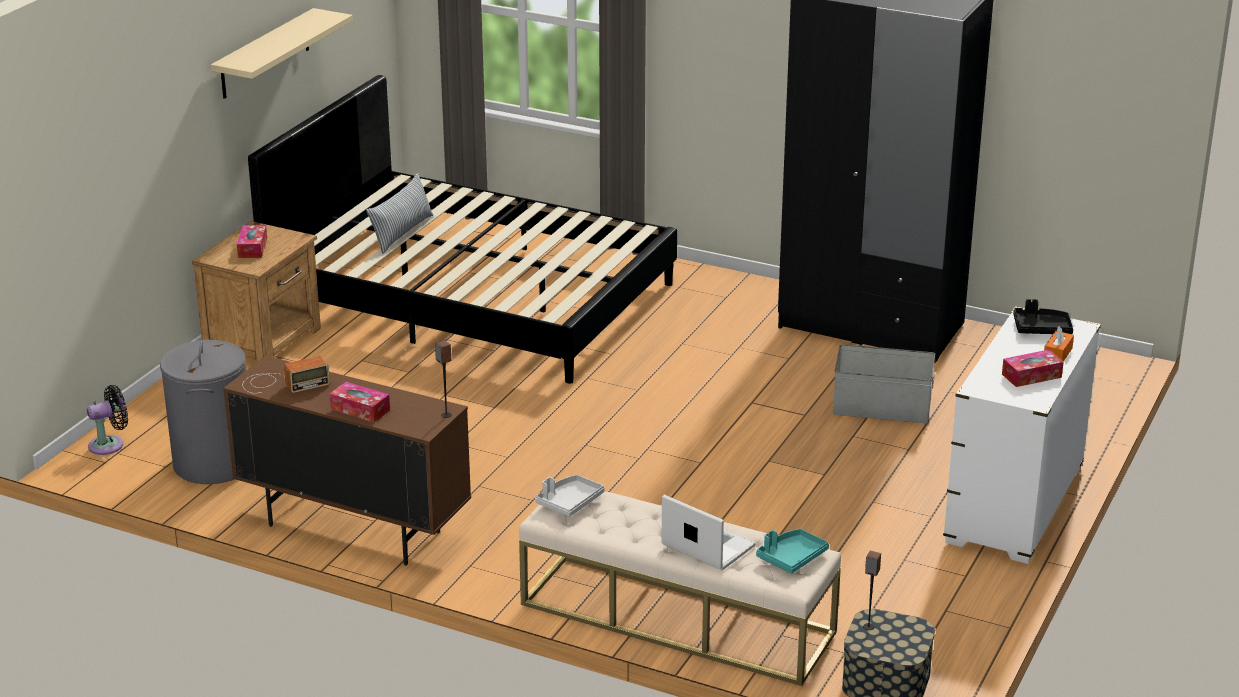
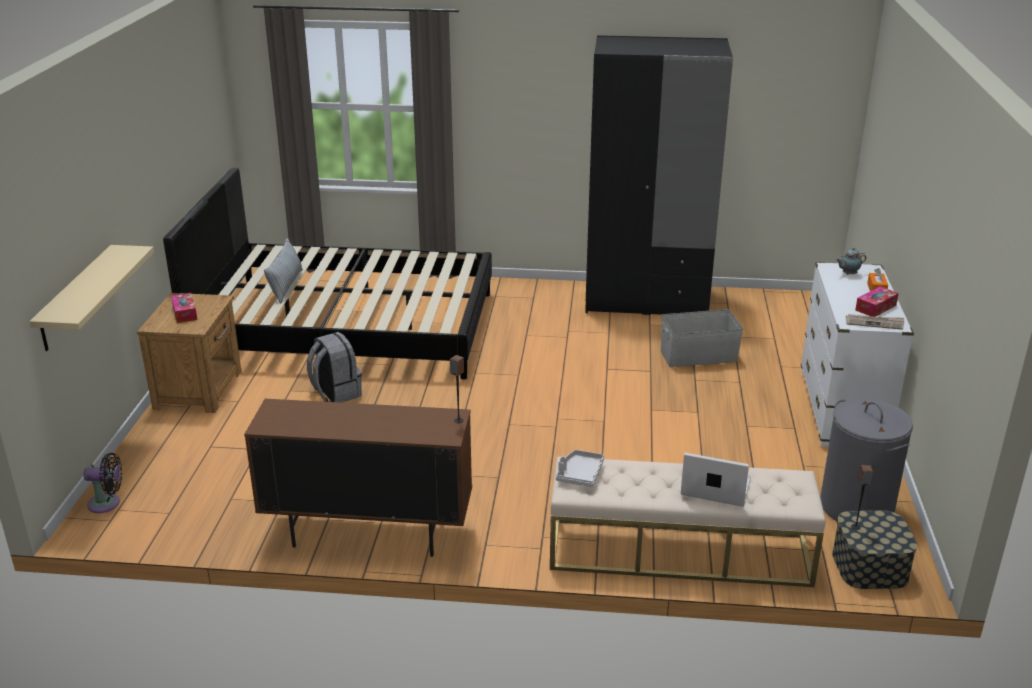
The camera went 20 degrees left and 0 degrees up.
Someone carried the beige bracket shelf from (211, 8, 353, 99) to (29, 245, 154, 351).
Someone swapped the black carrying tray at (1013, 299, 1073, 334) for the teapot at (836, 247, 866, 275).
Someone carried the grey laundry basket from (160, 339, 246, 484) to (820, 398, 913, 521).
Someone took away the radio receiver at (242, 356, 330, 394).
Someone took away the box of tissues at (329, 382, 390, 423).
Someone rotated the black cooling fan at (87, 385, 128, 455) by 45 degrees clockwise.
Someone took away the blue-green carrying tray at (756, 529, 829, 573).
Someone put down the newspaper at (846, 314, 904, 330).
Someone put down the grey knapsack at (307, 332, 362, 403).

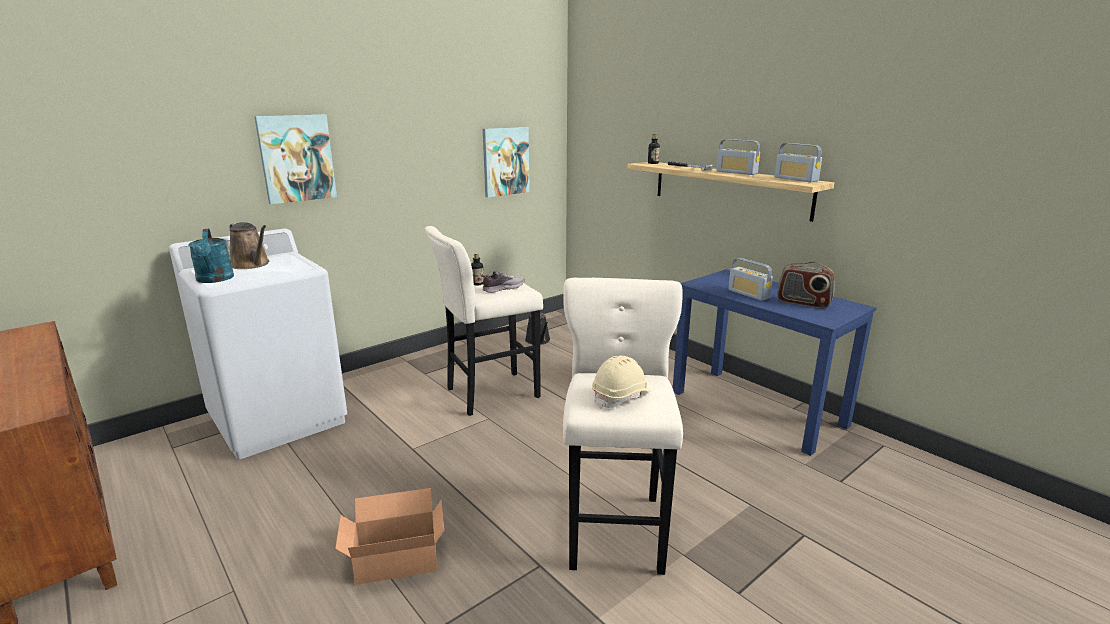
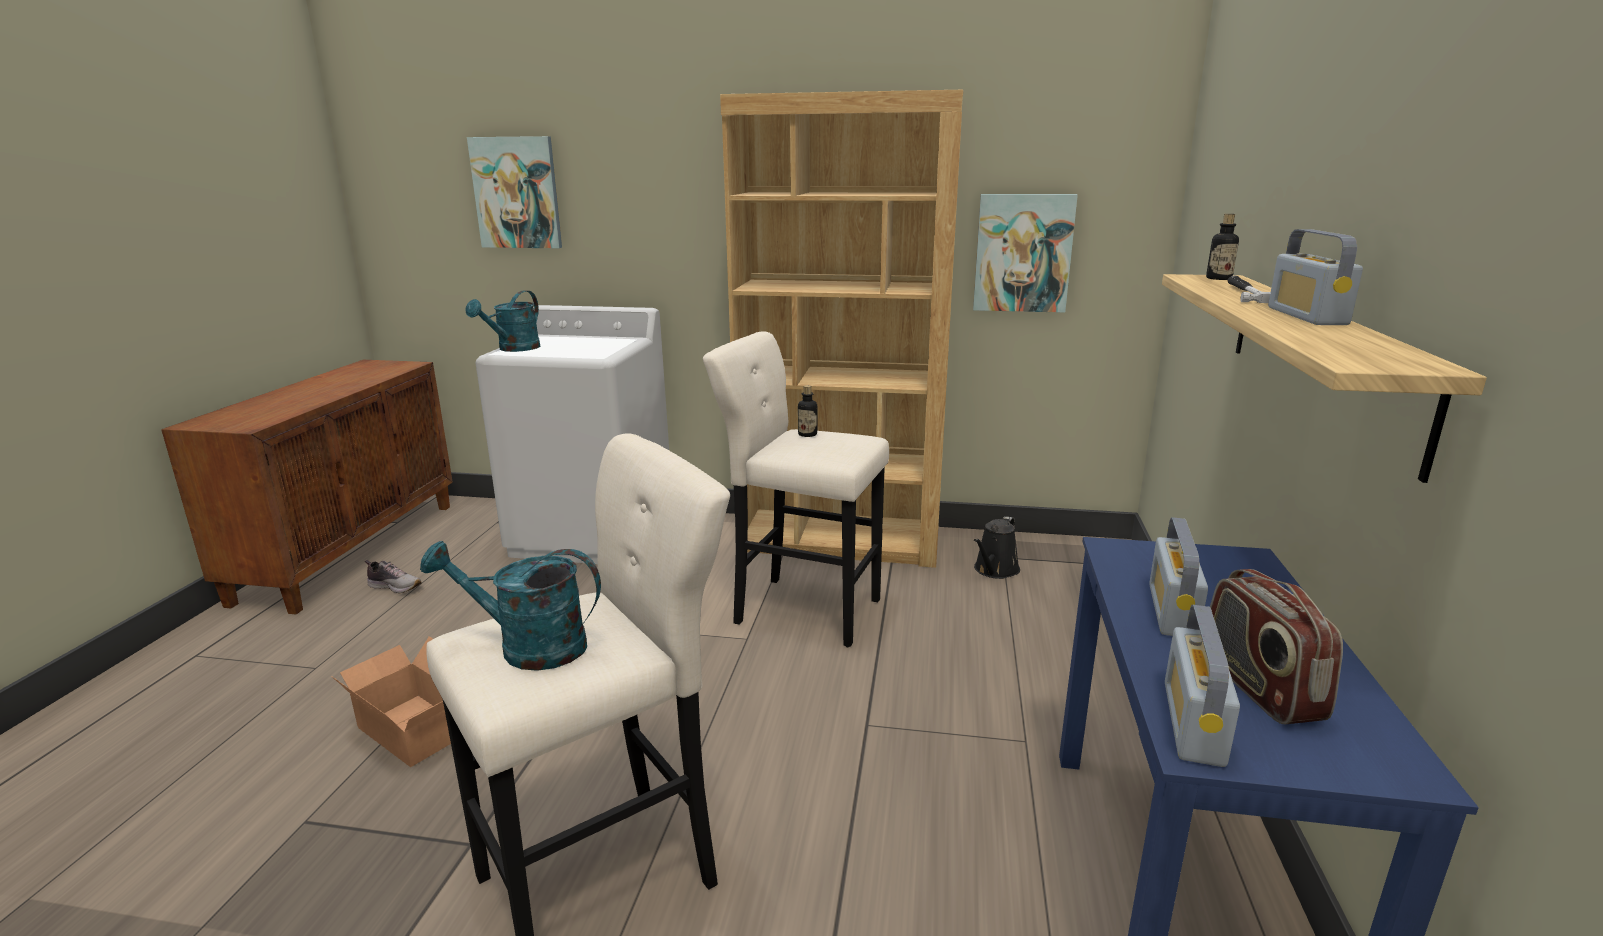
The camera went 50 degrees right and 0 degrees up.
Someone carried the picture from (254, 114, 337, 204) to (467, 136, 562, 248).
Someone carried the radio receiver from (775, 143, 822, 182) to (1165, 605, 1240, 767).
Someone took away the brownish watering pot at (229, 222, 270, 269).
Someone carried the shoe from (481, 271, 525, 293) to (365, 560, 422, 593).
Someone swapped the beige work helmet at (592, 356, 651, 409) for the blue-green watering pot at (420, 541, 601, 671).
Someone put down the brownish bookcase at (720, 90, 963, 568).

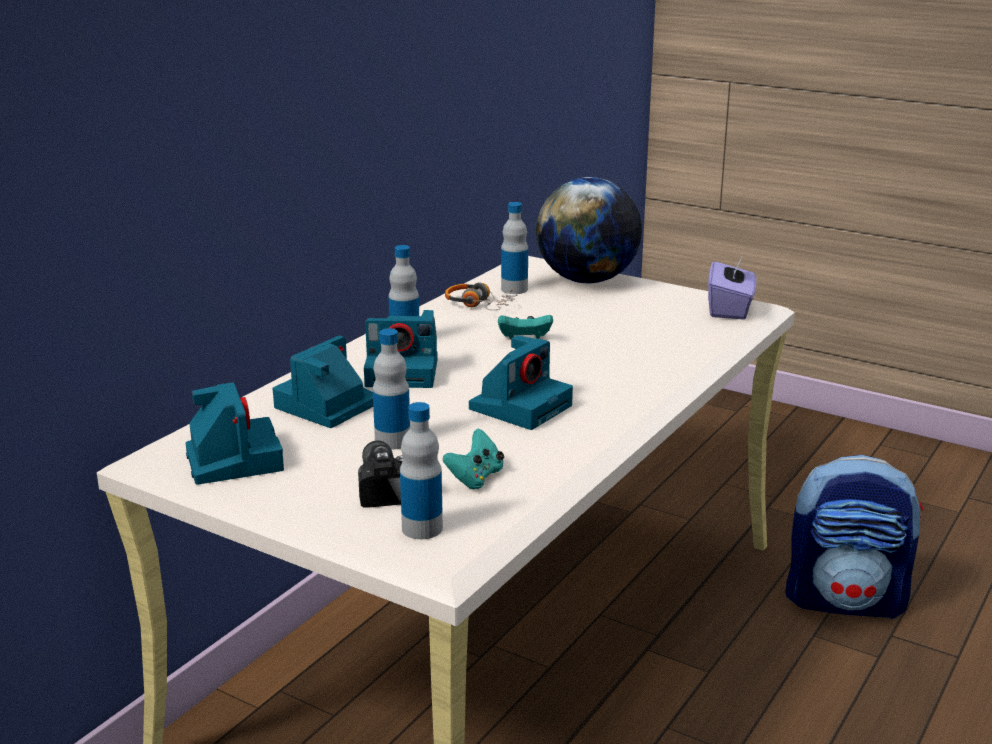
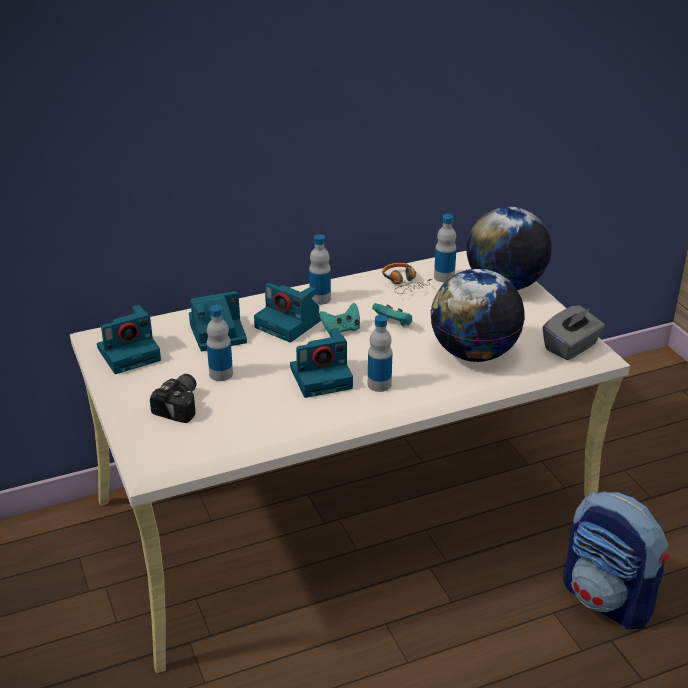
The camera went 35 degrees right and 10 degrees up.
Someone repainted the purple-coloured box of tissues at (708, 255, 757, 320), which became the grey box of tissues at (543, 305, 605, 360).
Someone rotated the photo camera at (186, 382, 284, 485) by 45 degrees clockwise.
Someone carried the drink bottle from (400, 402, 443, 539) to (368, 315, 392, 392).
Someone carried the blue-green joypad from (443, 428, 504, 489) to (319, 303, 360, 334).
Someone put down the globe at (430, 269, 525, 362).

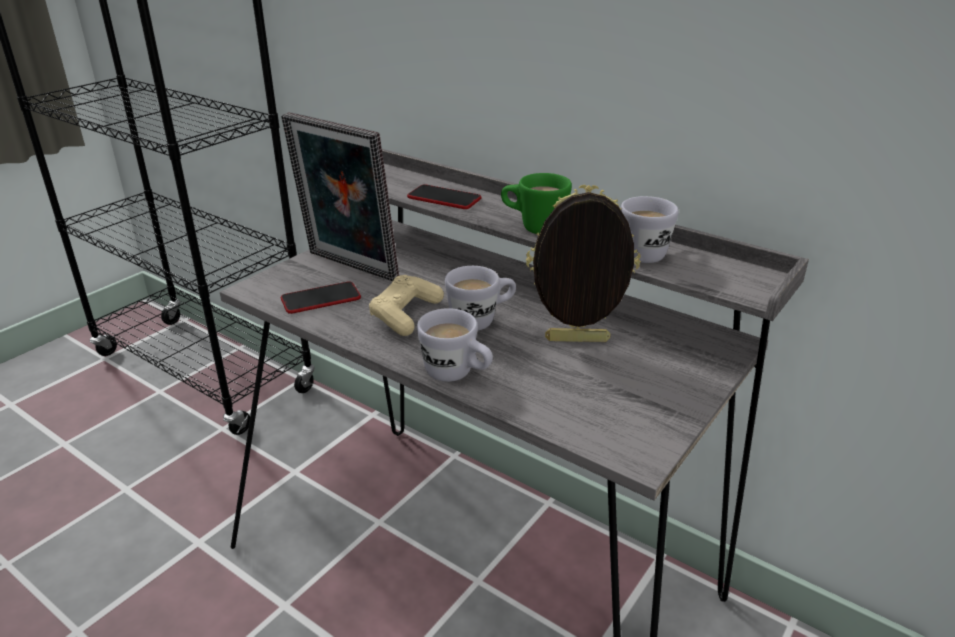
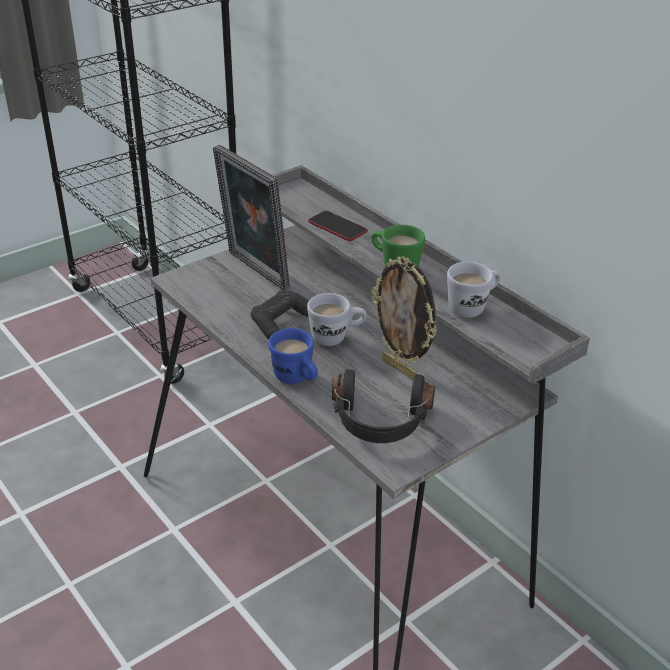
The camera went 15 degrees right and 5 degrees up.
Someone rotated the picture frame at (526, 185, 641, 342) by 150 degrees counterclockwise.
Someone repainted the beige joypad at (369, 275, 444, 336), which became the black joypad at (251, 289, 309, 339).
Someone took away the telephone at (281, 281, 361, 314).
Someone repainted the white coffee mug at (417, 308, 493, 382), which became the blue coffee mug at (268, 328, 318, 384).
Someone put down the black pair of headphones at (332, 369, 435, 443).

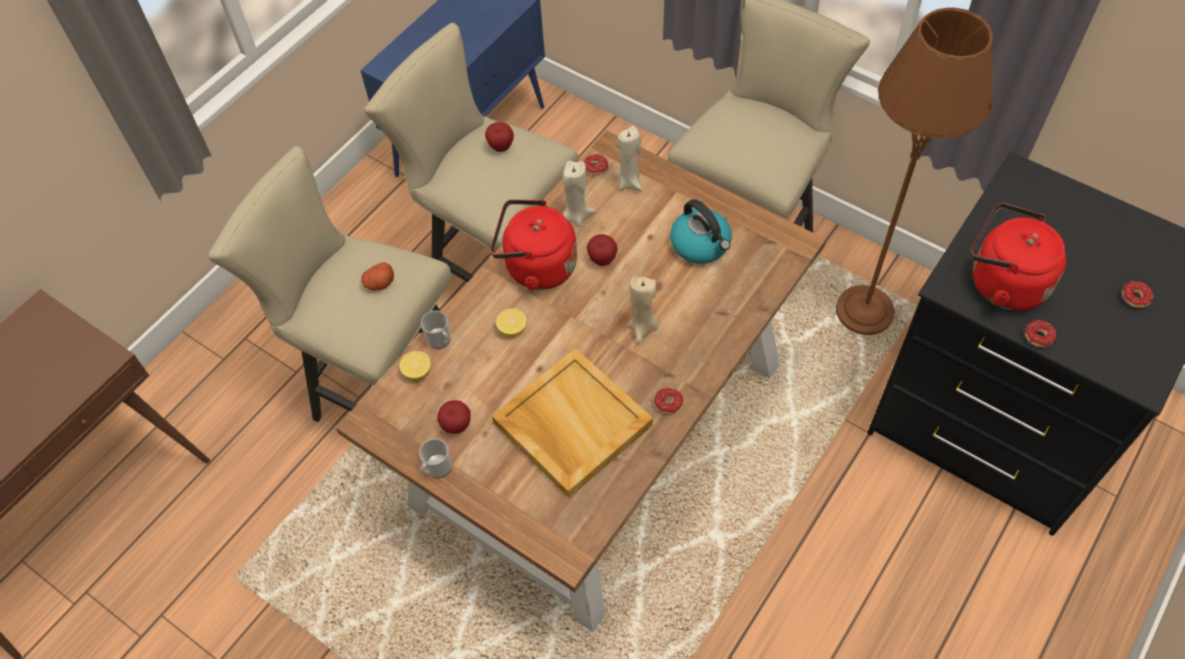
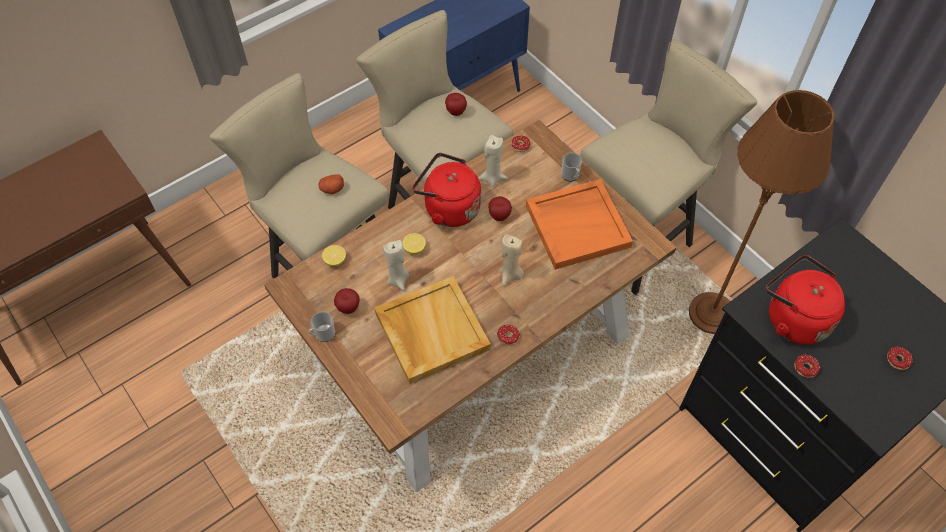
The camera went 15 degrees right and 0 degrees up.
Someone carried the beige wax light from (614, 126, 643, 191) to (383, 240, 409, 291).
Someone swapped the kettle at (670, 199, 732, 264) for the orange carrying tray at (526, 179, 633, 270).
Someone carried the coffee mug from (421, 311, 451, 349) to (561, 153, 582, 181).

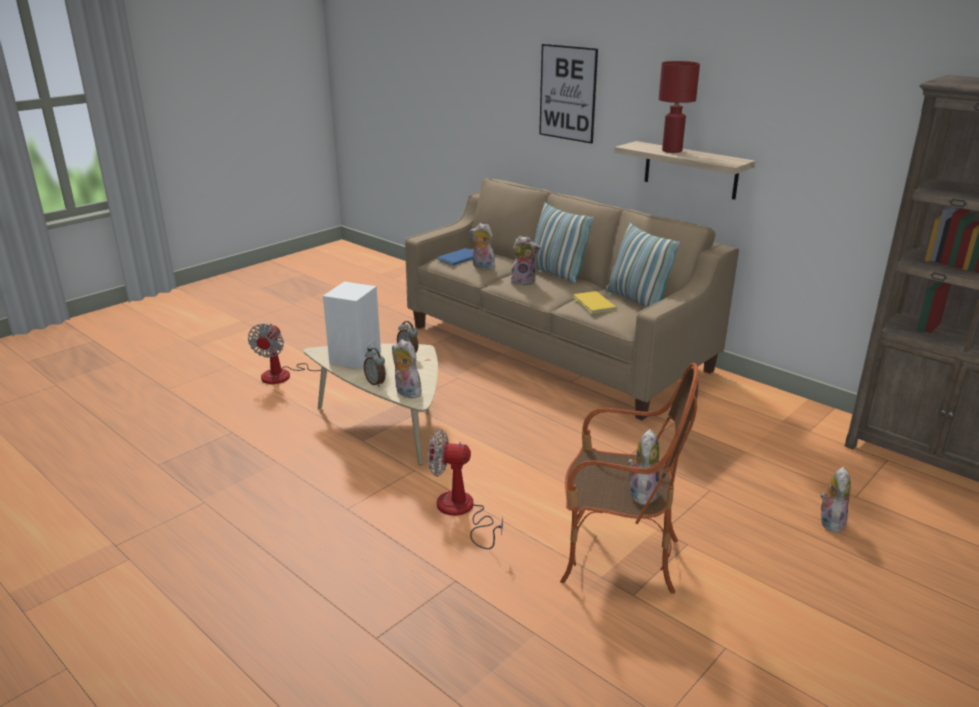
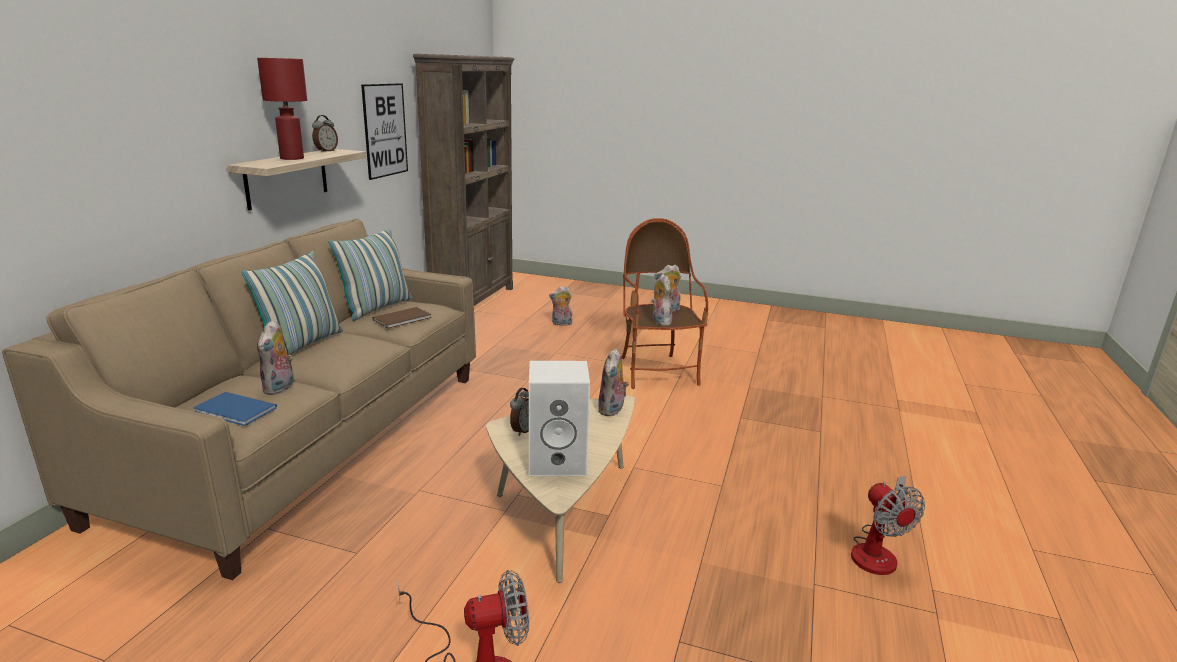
The camera went 115 degrees left and 5 degrees down.
Someone carried the picture from (539, 44, 598, 144) to (361, 83, 408, 180).
Someone carried the plush toy from (511, 236, 541, 285) to (651, 274, 672, 326).
Someone repainted the yellow-coloured book at (573, 291, 617, 314), which became the brownish book at (372, 307, 431, 328).
Someone carried the bedside clock from (364, 348, 386, 387) to (312, 115, 338, 153).
Someone carried the cooling fan from (428, 429, 503, 549) to (851, 476, 925, 575).

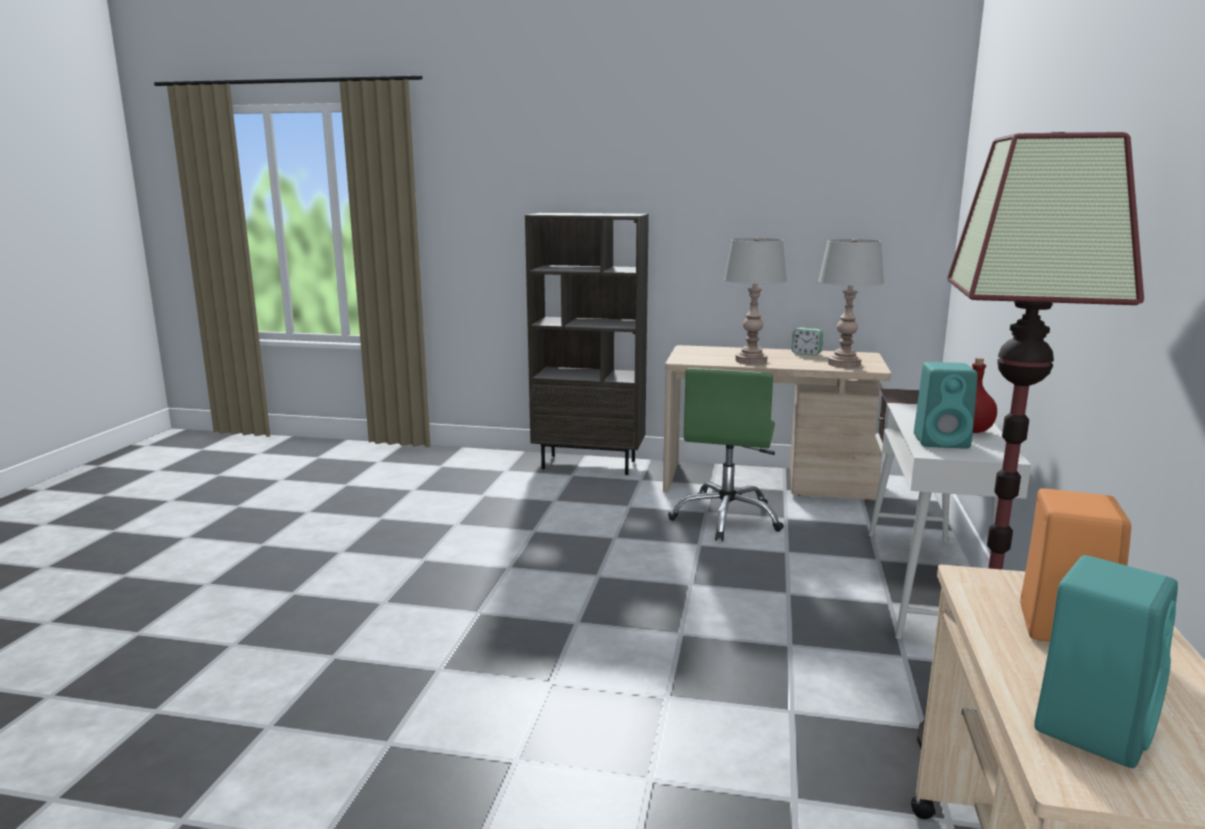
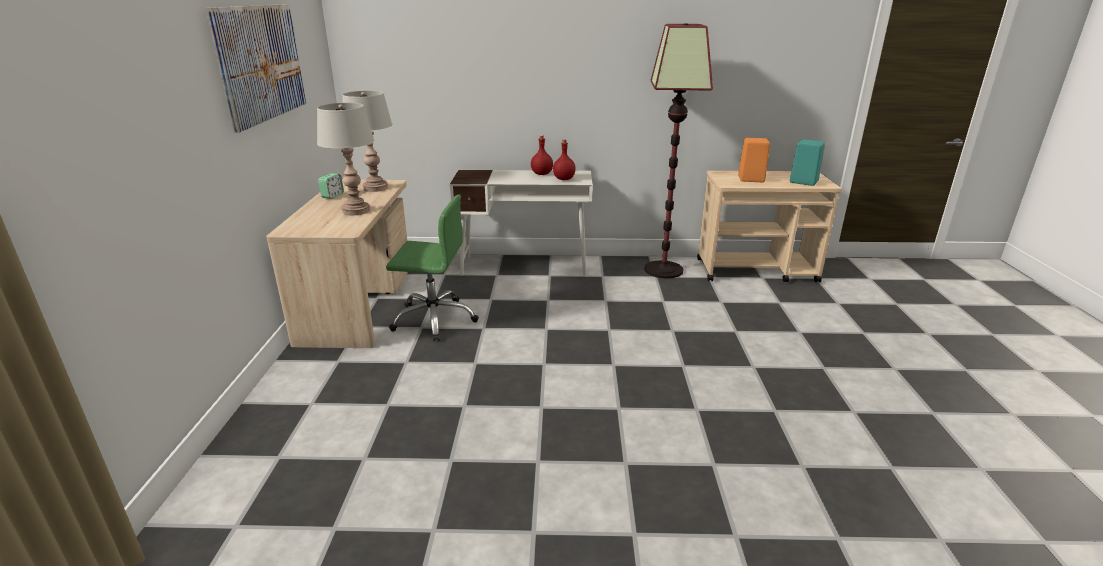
The camera went 100 degrees left and 10 degrees up.
Someone took away the brownish bookcase at (525, 213, 649, 475).
Someone swapped the blue-green loudspeaker at (914, 362, 978, 449) for the red drink bottle at (553, 140, 576, 180).
Someone put up the picture at (206, 4, 306, 133).

